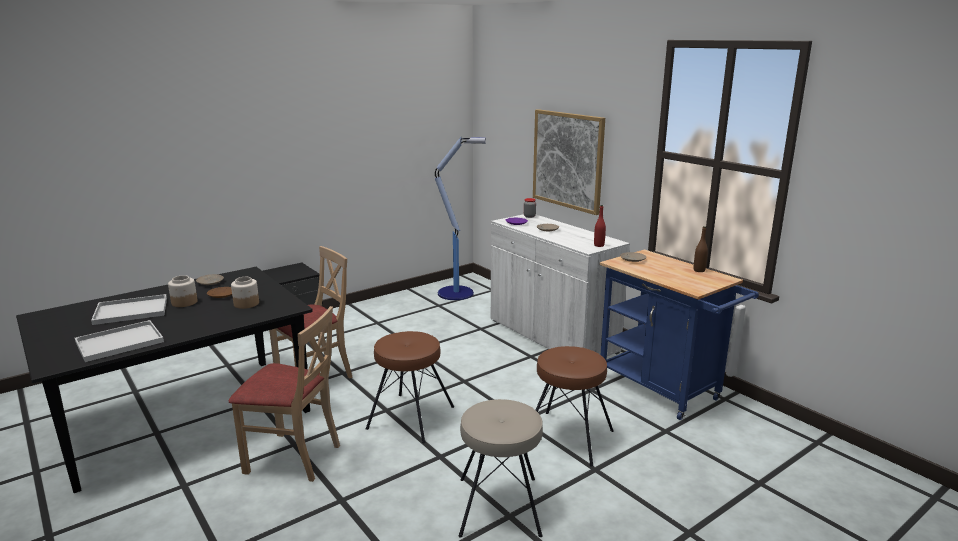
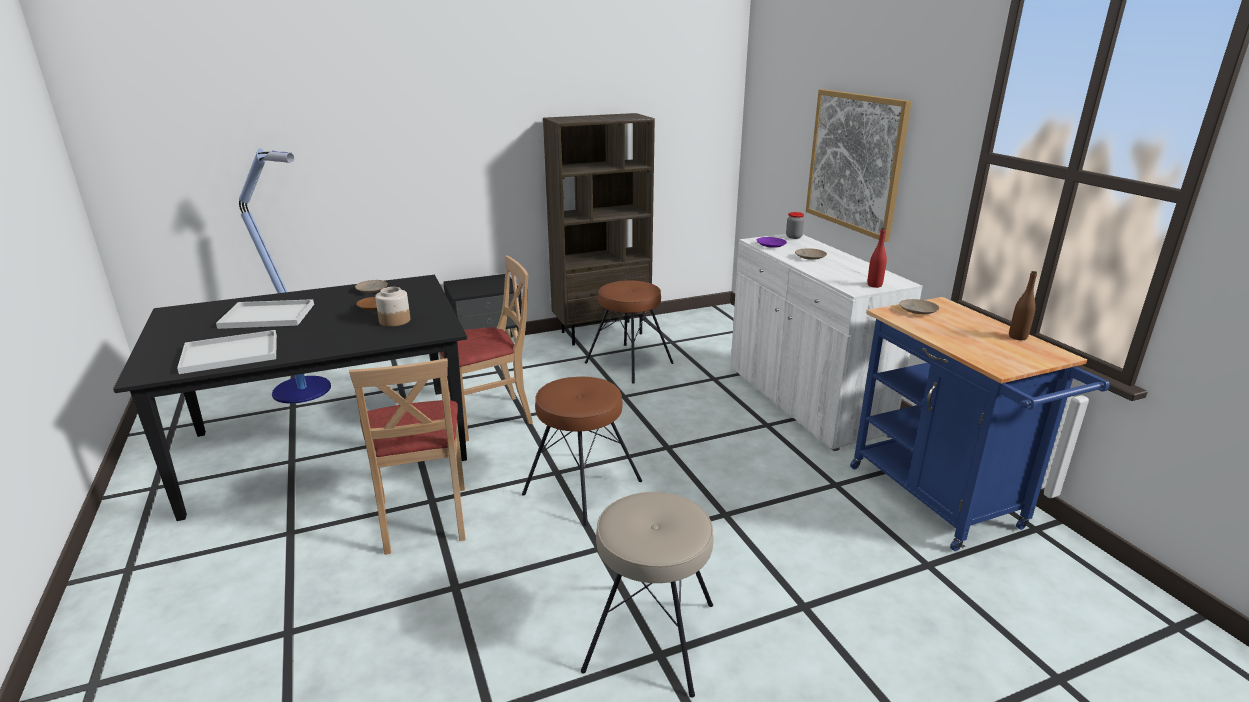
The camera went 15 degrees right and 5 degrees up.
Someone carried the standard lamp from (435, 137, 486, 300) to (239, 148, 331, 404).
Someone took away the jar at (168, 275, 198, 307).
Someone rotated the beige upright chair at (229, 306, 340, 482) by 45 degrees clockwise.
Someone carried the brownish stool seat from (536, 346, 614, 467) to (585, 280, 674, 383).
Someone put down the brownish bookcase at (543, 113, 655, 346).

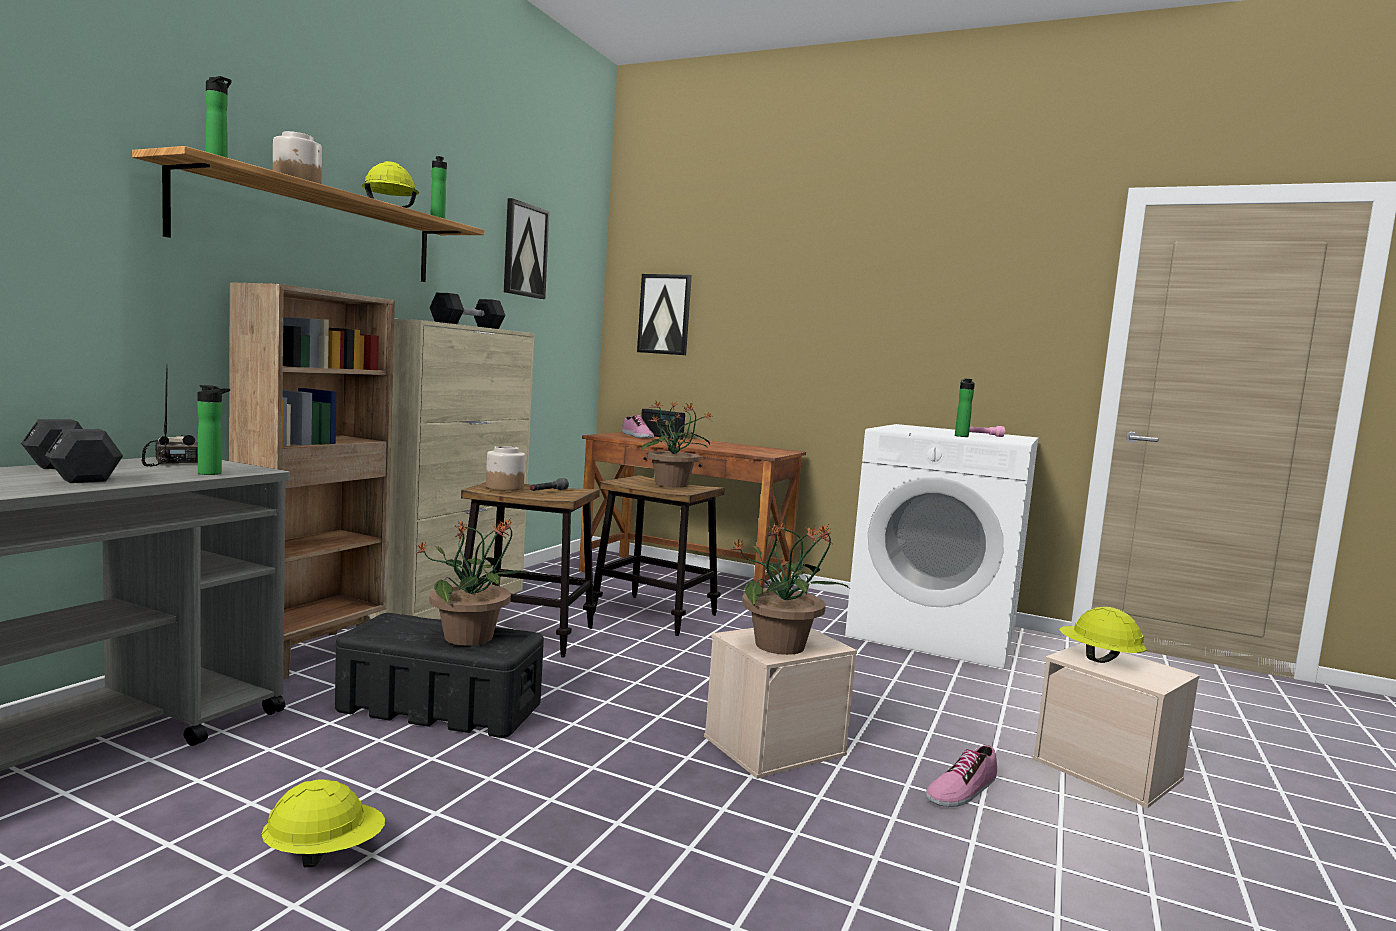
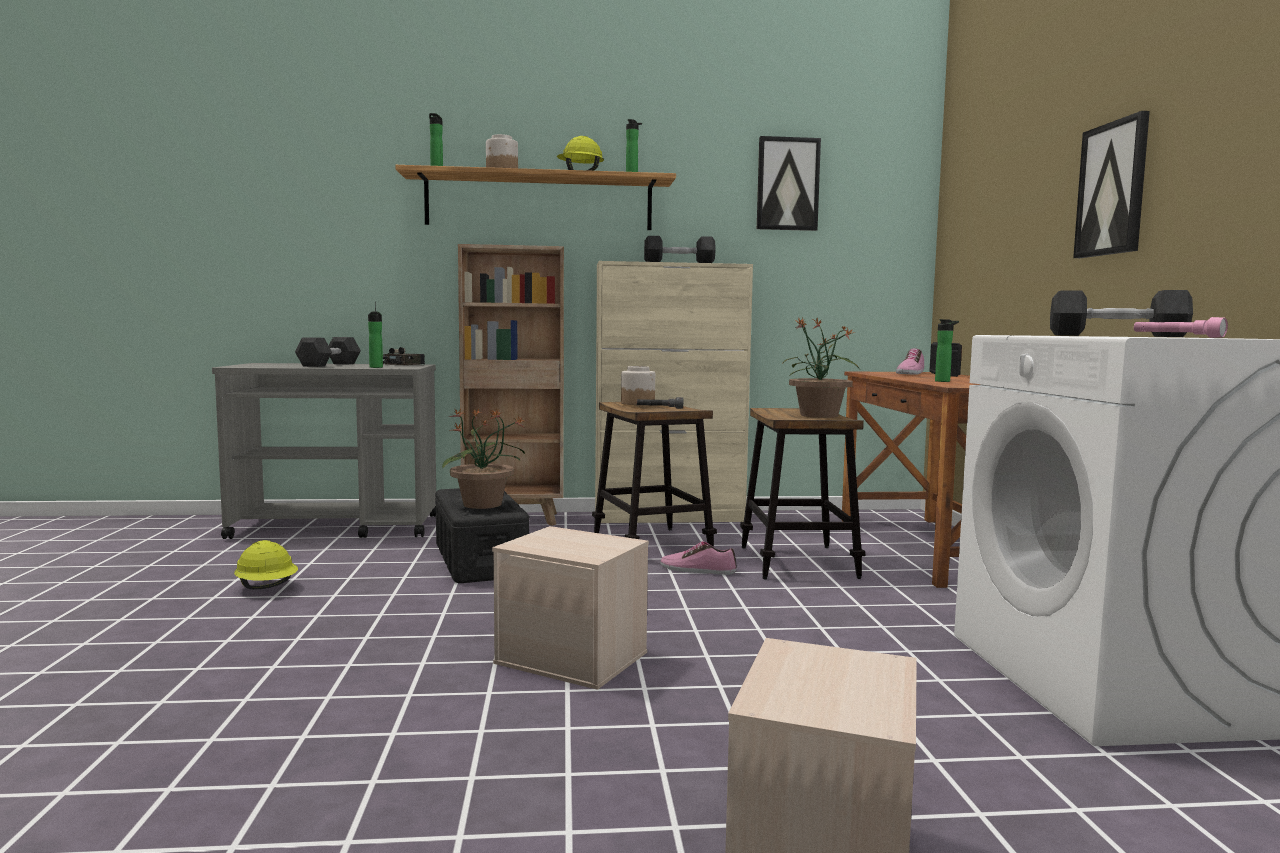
The camera went 60 degrees right and 0 degrees up.
Someone carried the picture from (637, 274, 692, 355) to (1073, 111, 1150, 258).
Someone carried the drink bottle from (955, 379, 975, 437) to (935, 319, 959, 382).
Someone took away the houseplant at (731, 522, 849, 655).
Someone took away the yellow-coloured work helmet at (1060, 607, 1146, 663).
Someone carried the shoe from (926, 745, 997, 807) to (660, 542, 737, 575).
Someone put down the black dumbbell at (1050, 290, 1193, 337).

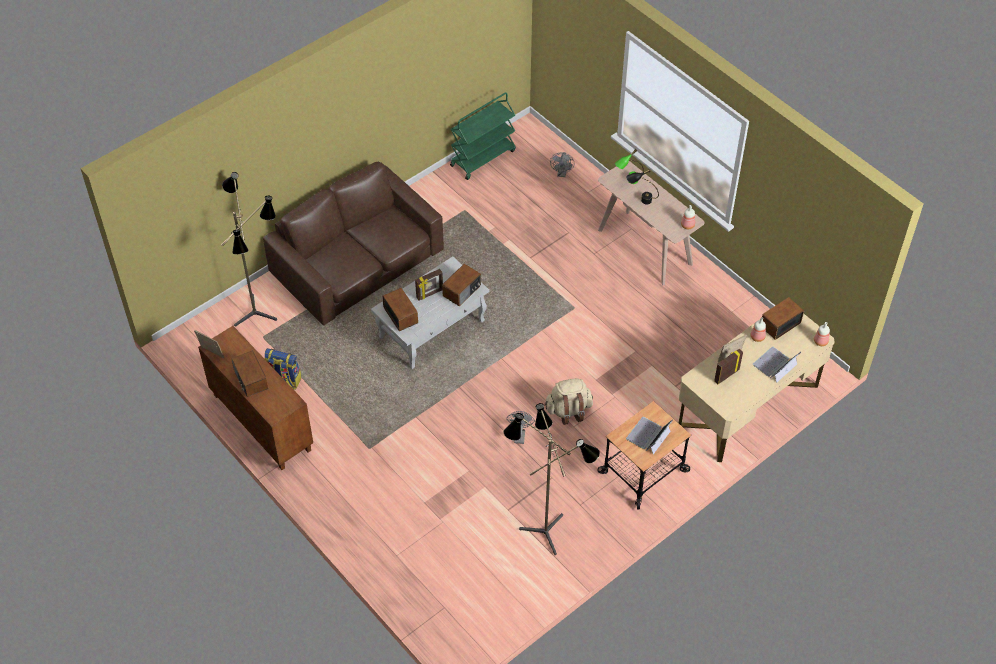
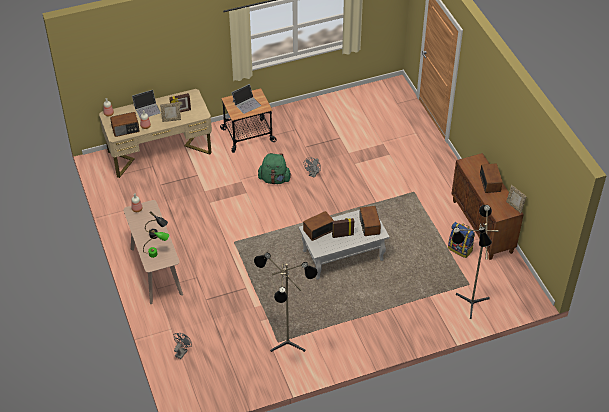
The camera went 160 degrees left and 5 degrees down.
Someone took away the greenish cart at (450, 92, 516, 180).
Someone took away the brownish settee at (263, 162, 444, 325).
Someone repainted the beige knapsack at (544, 379, 593, 425), which became the greenish knapsack at (258, 153, 291, 184).
Someone carried the standard lamp from (503, 403, 600, 555) to (254, 253, 318, 352).

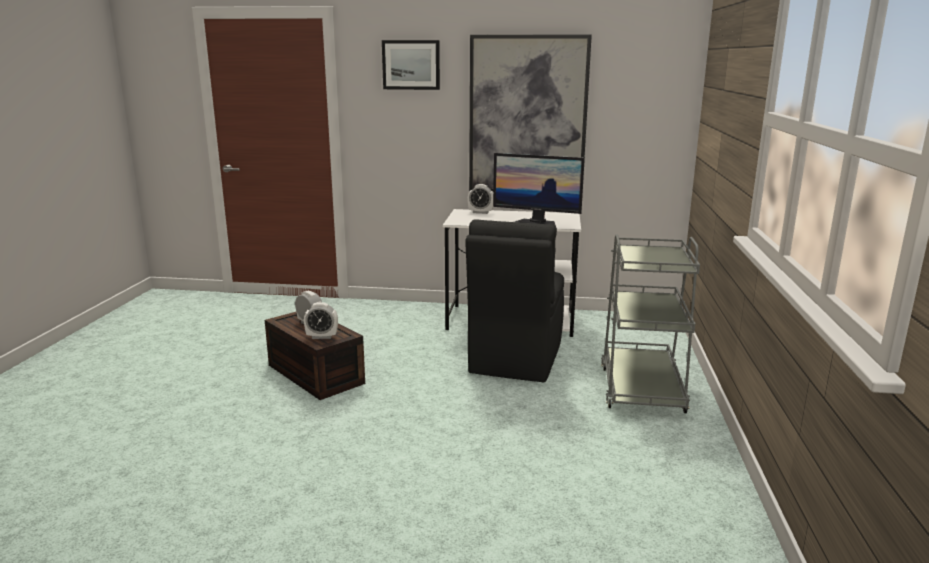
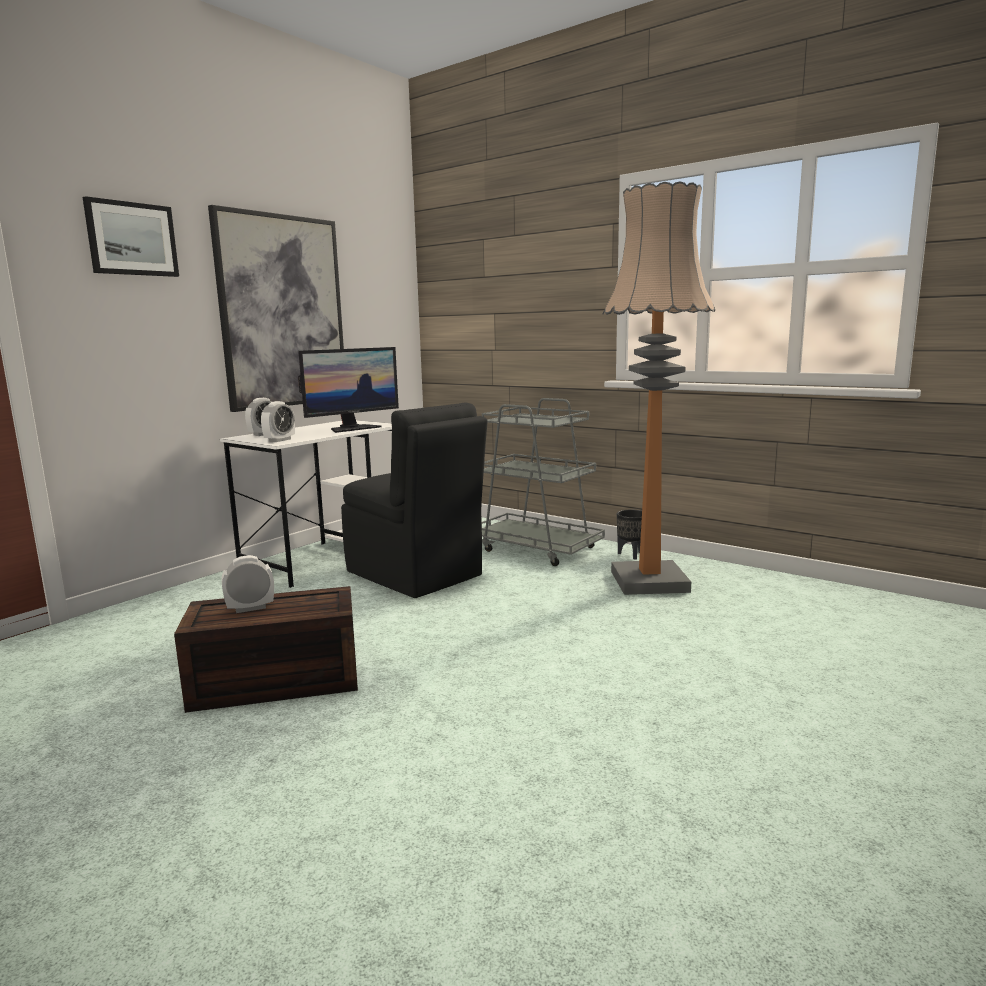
The camera went 60 degrees left and 5 degrees down.
Someone carried the bedside clock from (304, 302, 338, 339) to (261, 401, 295, 442).
Someone put down the standard lamp at (603, 181, 715, 595).
Someone put down the black plant pot at (617, 510, 642, 560).

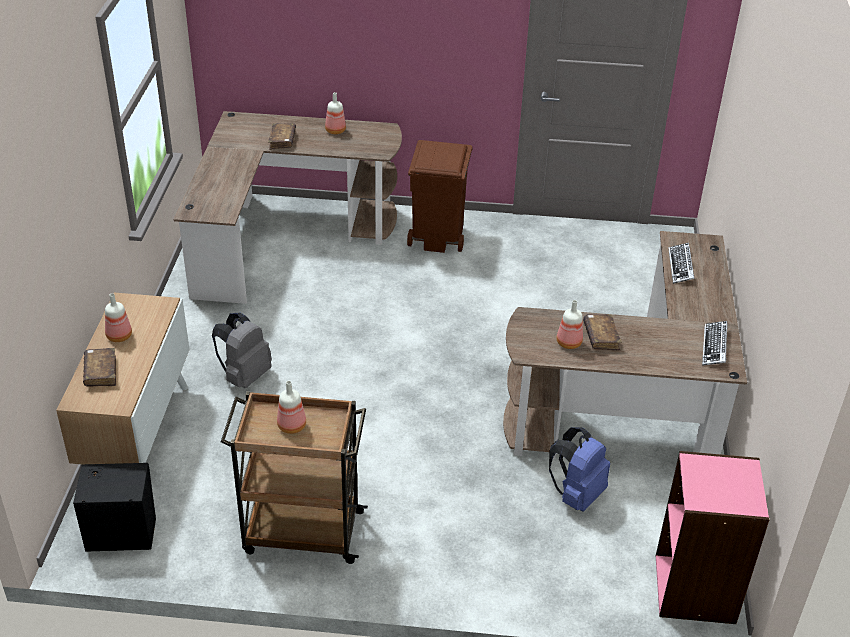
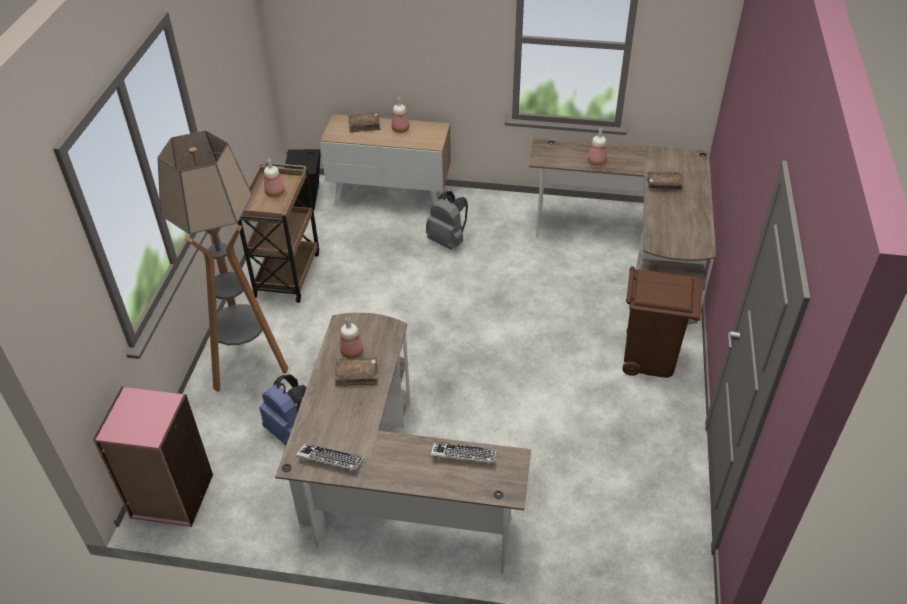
The camera went 95 degrees right and 5 degrees up.
Someone carried the drink bottle from (325, 92, 346, 134) to (588, 128, 607, 166).
Someone put down the standard lamp at (157, 131, 288, 392).

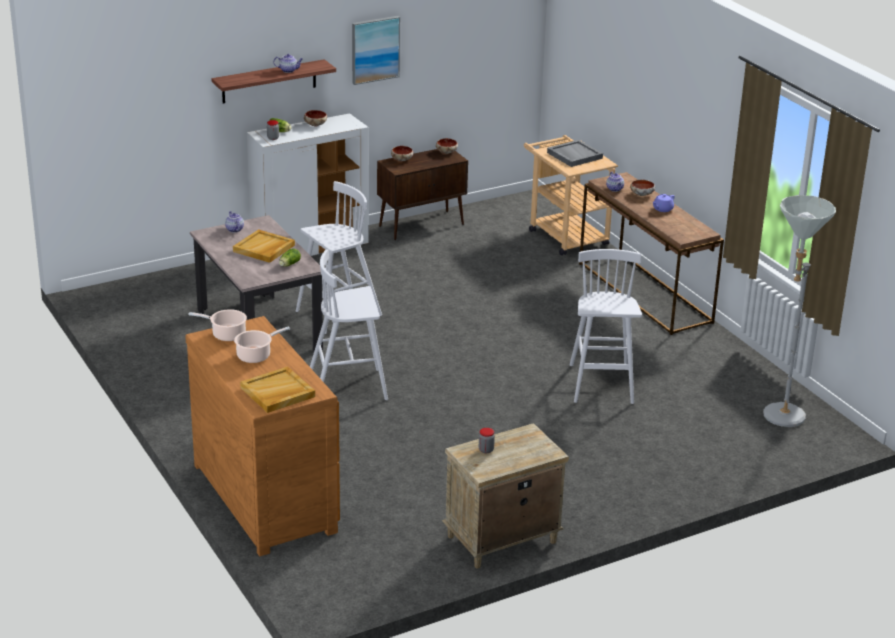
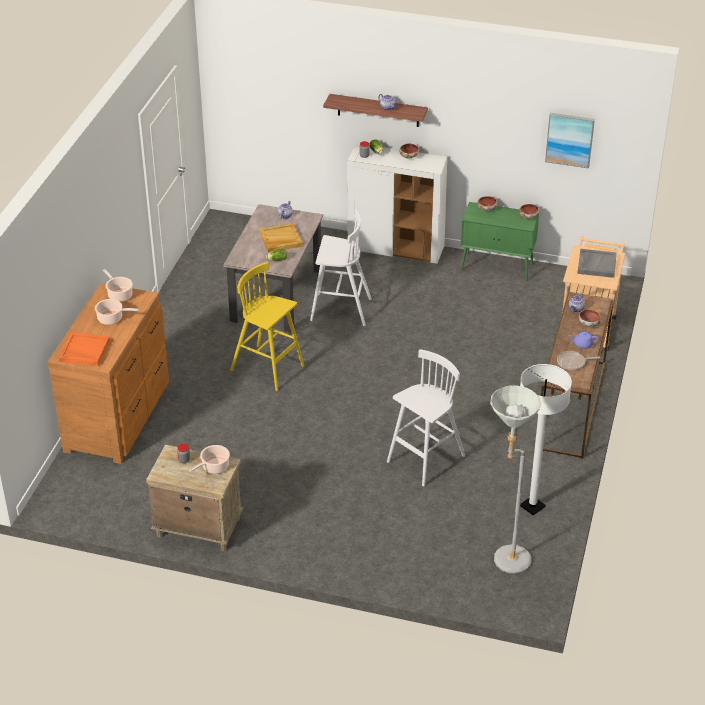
The camera went 45 degrees right and 10 degrees up.
Someone carried the picture from (352, 16, 400, 85) to (545, 113, 595, 168).
Someone repainted the brownish cupboard at (377, 149, 468, 240), which became the greenish cupboard at (460, 202, 539, 281).
Someone repainted the white stool seat at (310, 249, 388, 400), which became the yellow-coloured stool seat at (230, 262, 304, 391).
Someone repainted the beige carrying tray at (240, 366, 315, 413), which became the orange carrying tray at (58, 332, 110, 366).
Someone put down the pan at (557, 351, 600, 370).
Someone put down the white standard lamp at (520, 364, 572, 515).
Someone put down the cooking pot at (189, 445, 230, 474).

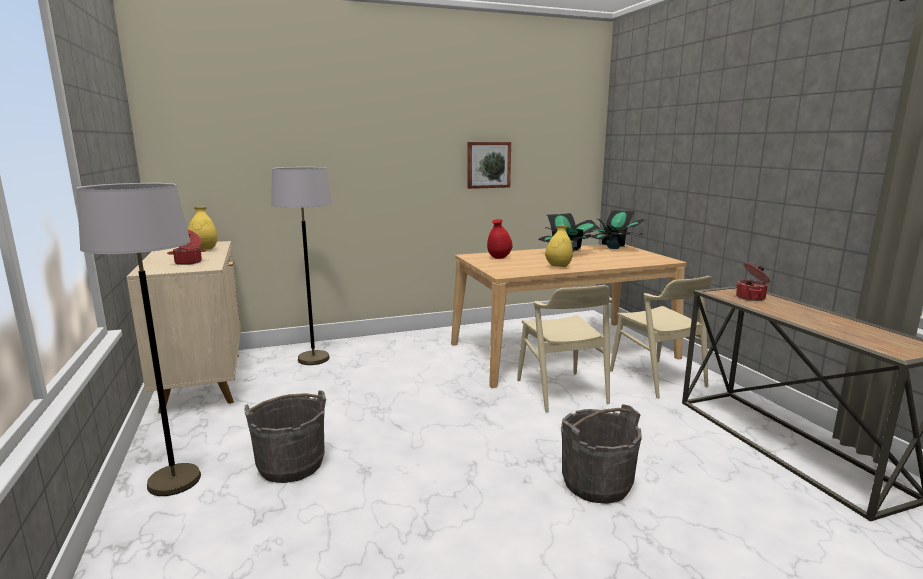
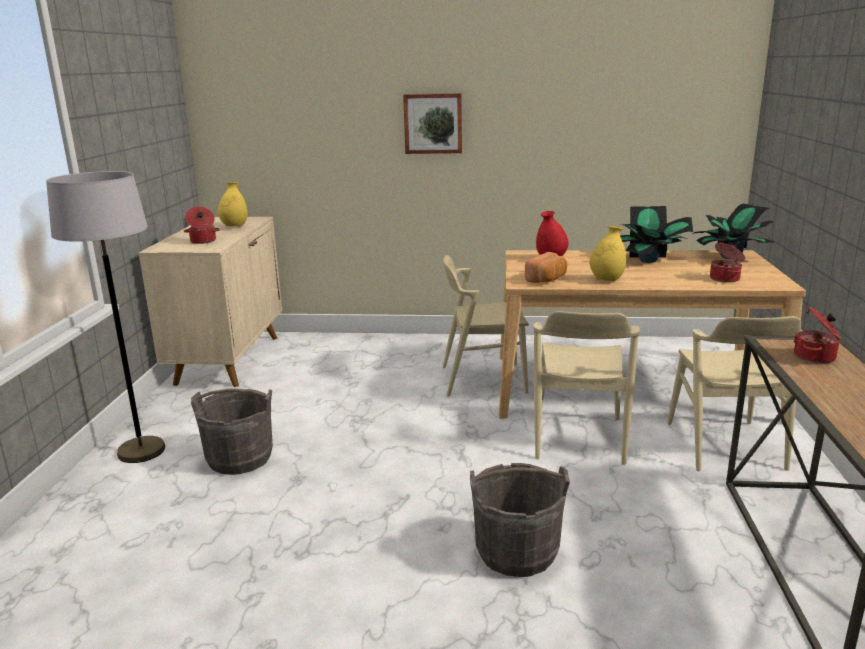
The camera went 25 degrees right and 5 degrees up.
Someone carried the picture from (467, 142, 511, 189) to (403, 93, 462, 154).
Someone took away the grey standard lamp at (271, 167, 332, 365).
Someone put down the cooking pot at (710, 243, 745, 283).
Someone put down the bakery bread at (525, 252, 567, 283).
Someone put down the beige upright chair at (442, 255, 529, 397).

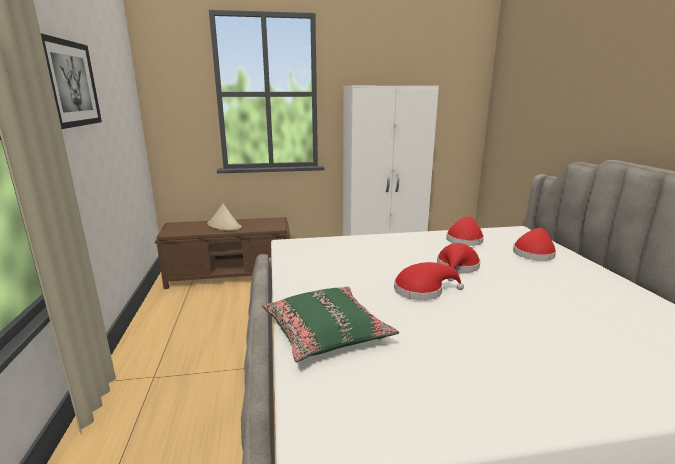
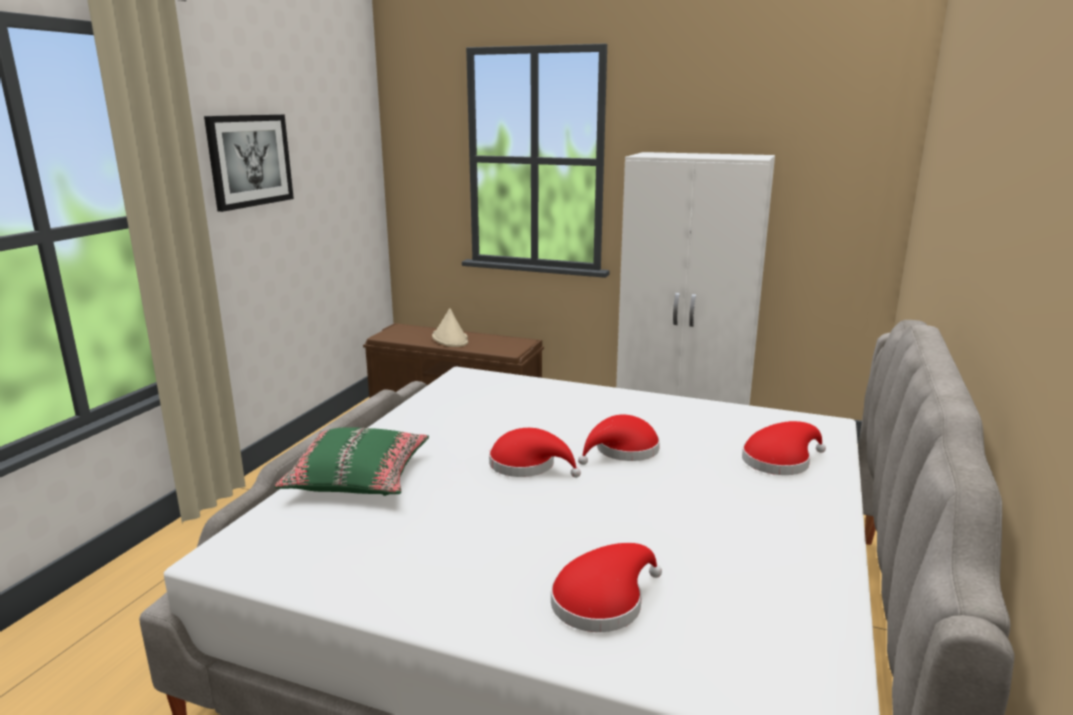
The camera went 30 degrees right and 0 degrees up.
Someone carried the red hat from (446, 216, 484, 246) to (551, 543, 662, 632).

